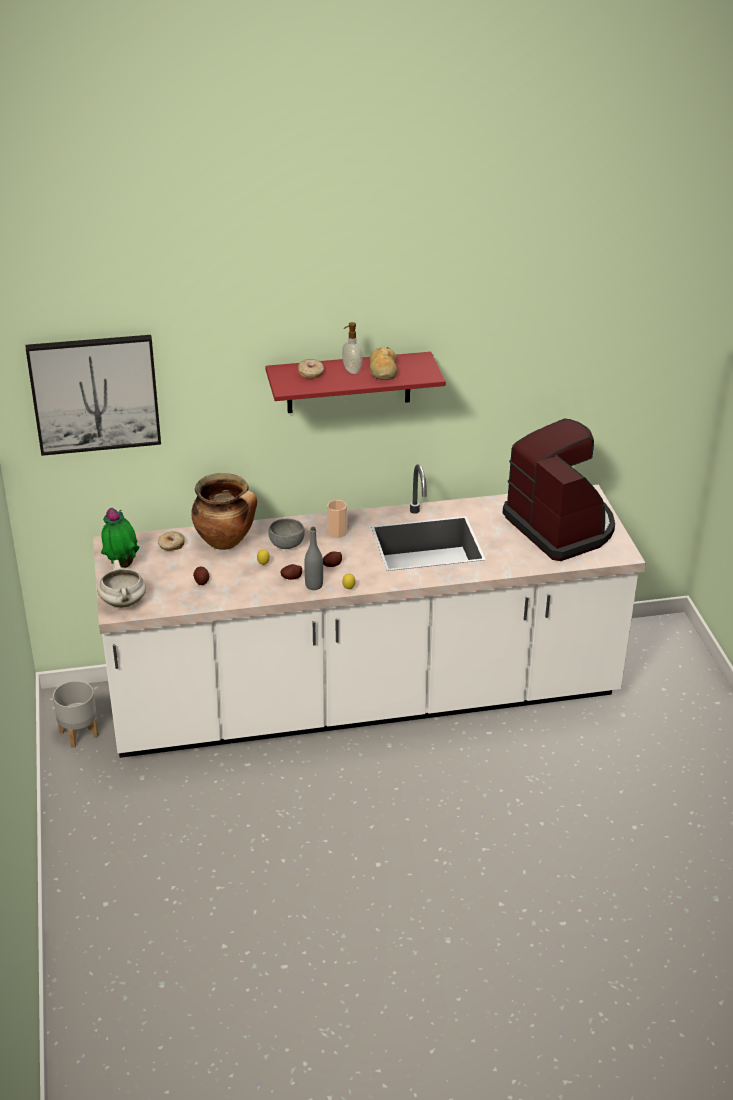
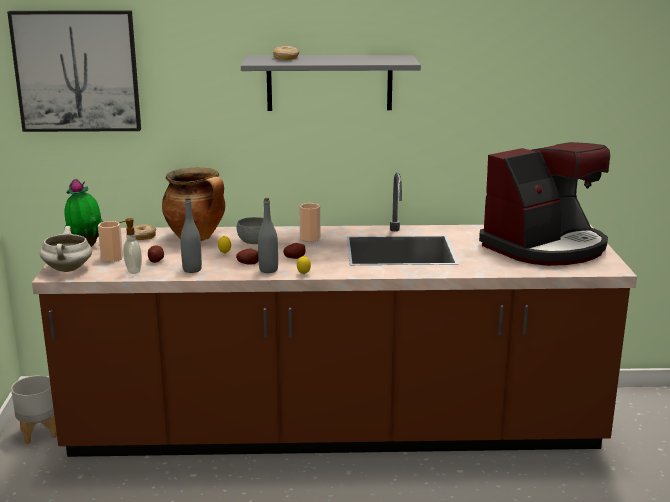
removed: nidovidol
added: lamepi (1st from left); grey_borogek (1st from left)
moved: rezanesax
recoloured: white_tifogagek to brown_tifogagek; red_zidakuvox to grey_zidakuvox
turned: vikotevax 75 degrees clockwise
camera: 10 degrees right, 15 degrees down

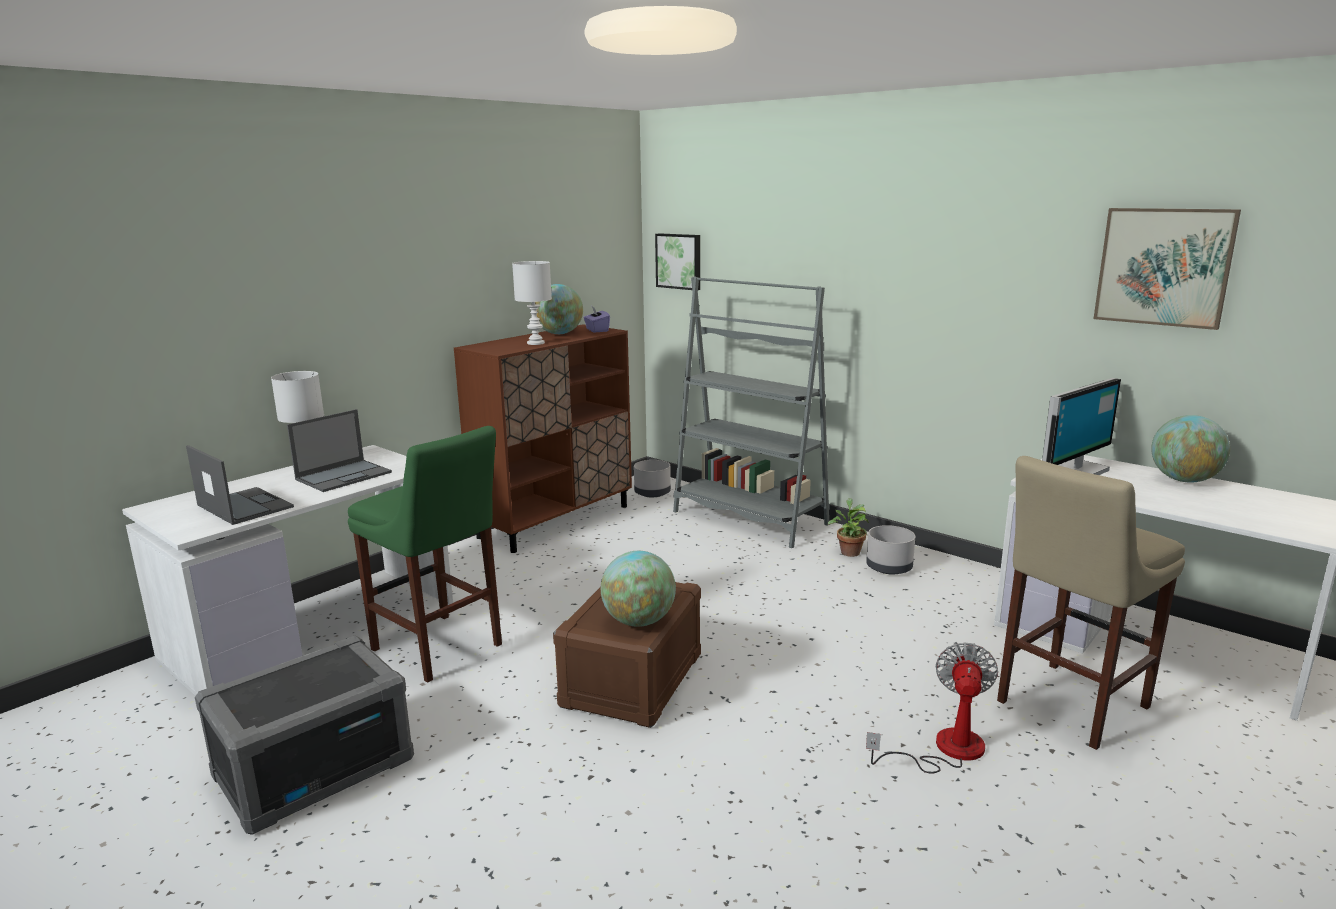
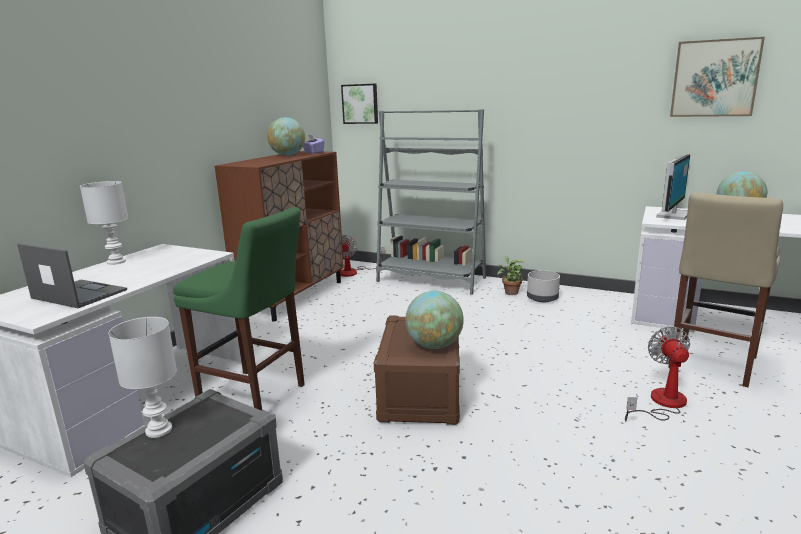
removed: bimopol (2nd from left)
moved: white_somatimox (2nd from left)
replaced: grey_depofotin (1st from left) to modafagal (1st from left)
camera: 15 degrees left, 0 degrees up

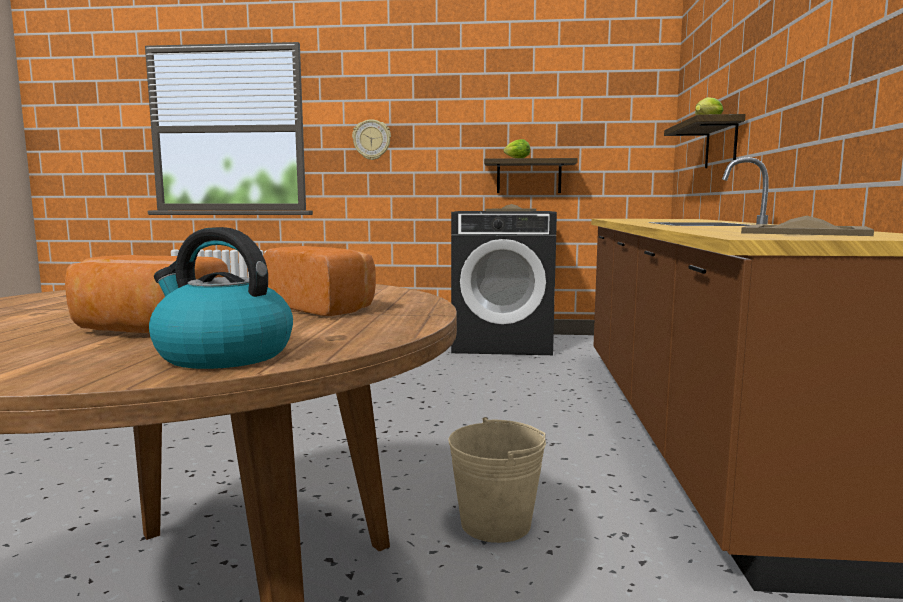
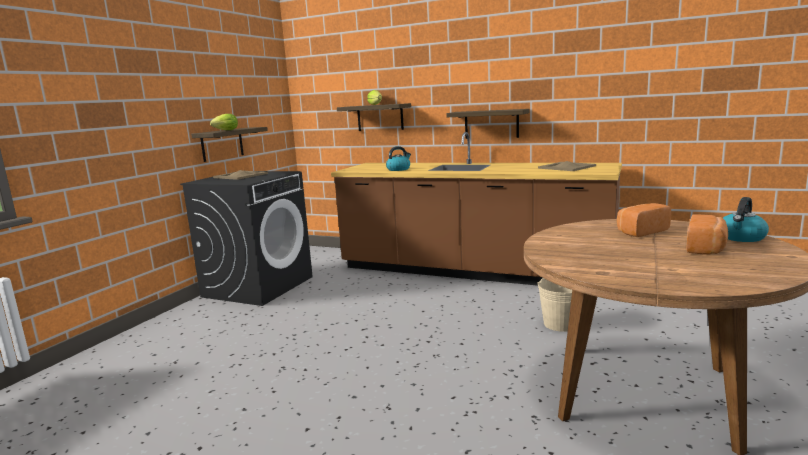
removed: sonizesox
added: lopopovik (1st from left); zidakuvox (3rd from left)
camera: 70 degrees left, 5 degrees up

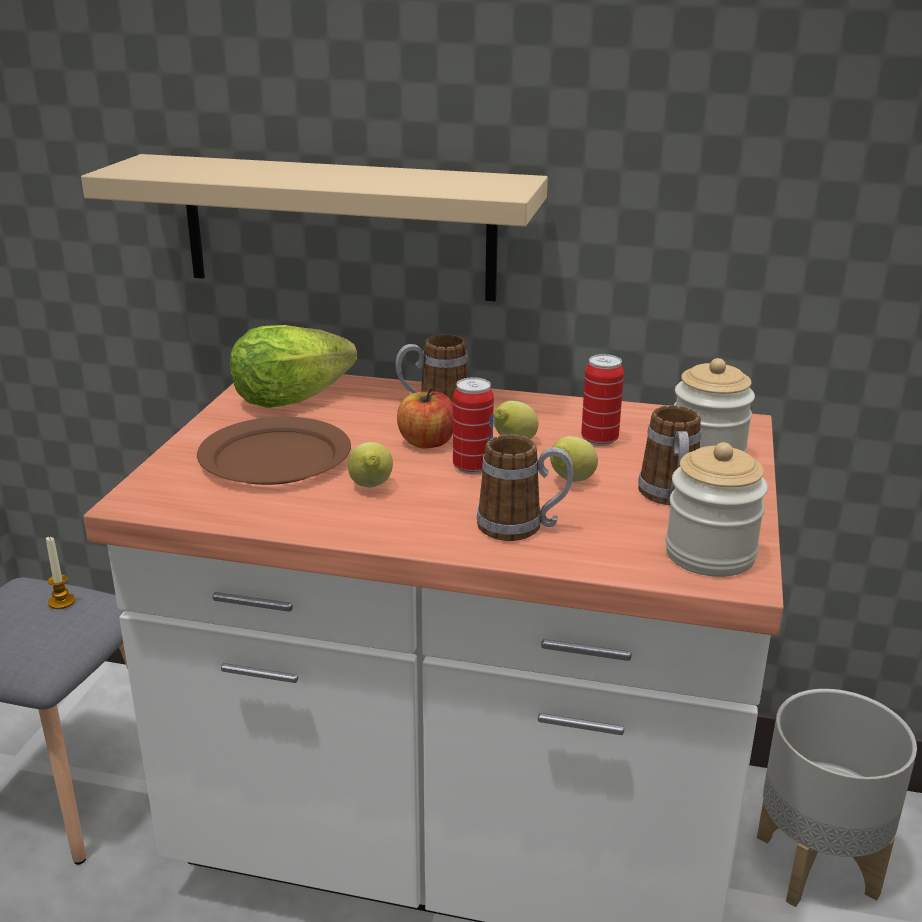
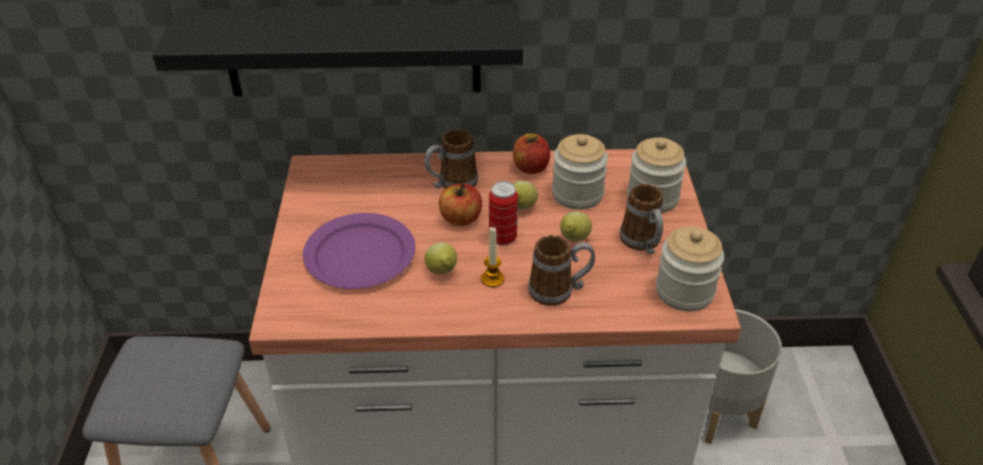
removed: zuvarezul
added: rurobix (2nd from left)
moved: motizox
replaced: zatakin (2nd from left) to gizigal (1st from left)
recoloured: beige_zidakuvox to black_zidakuvox; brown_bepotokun to purple_bepotokun
camera: 15 degrees left, 15 degrees up

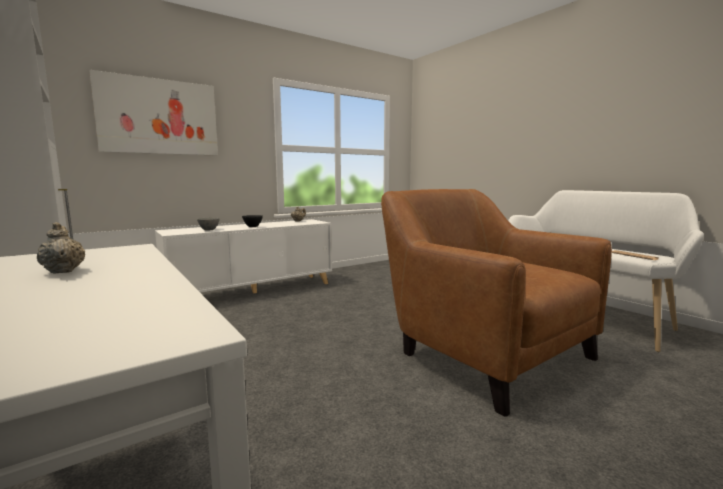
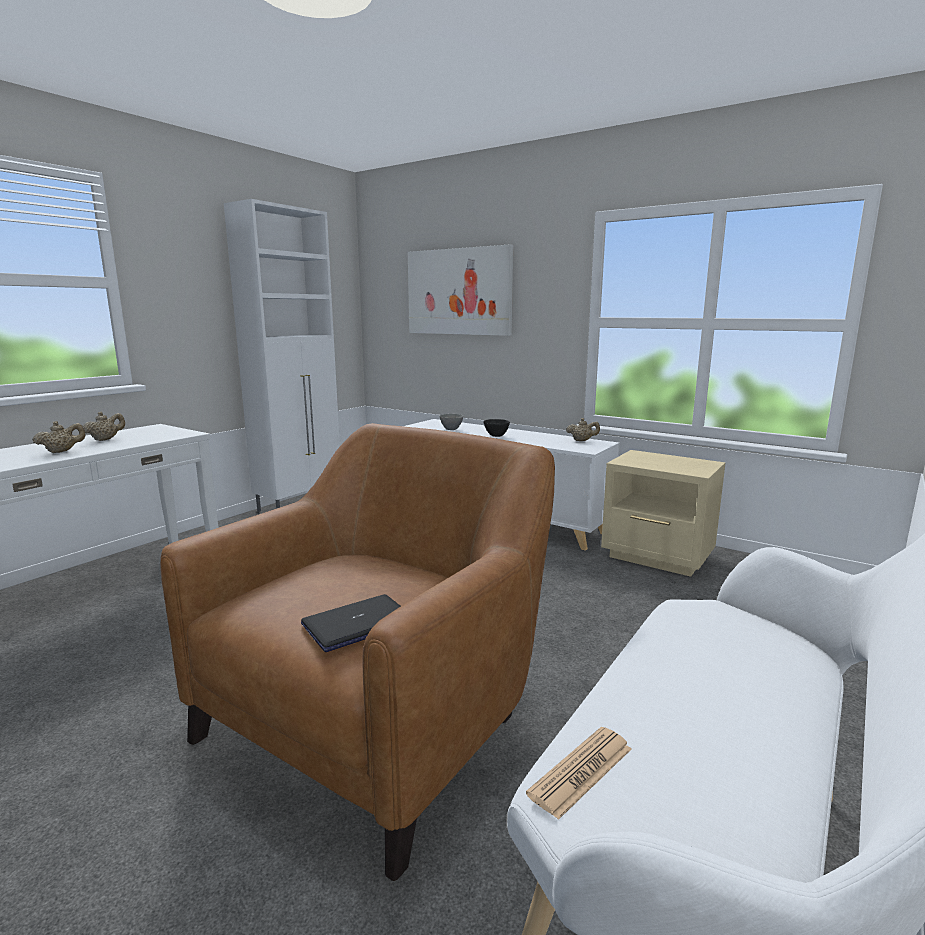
added: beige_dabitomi (1st from left); bimopol; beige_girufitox
camera: 70 degrees right, 5 degrees up

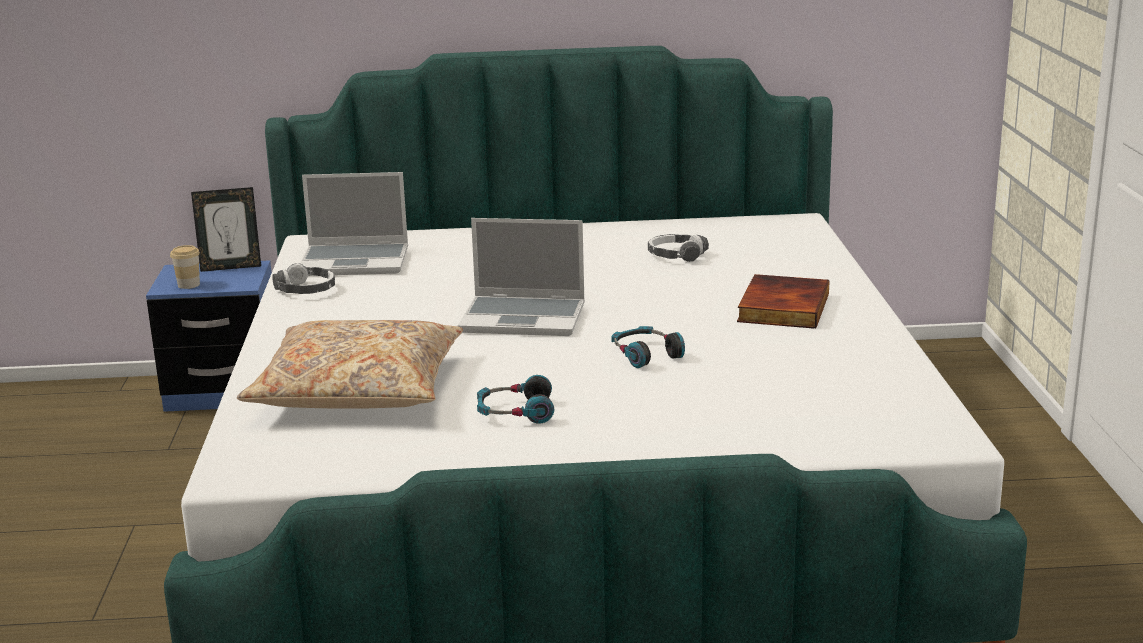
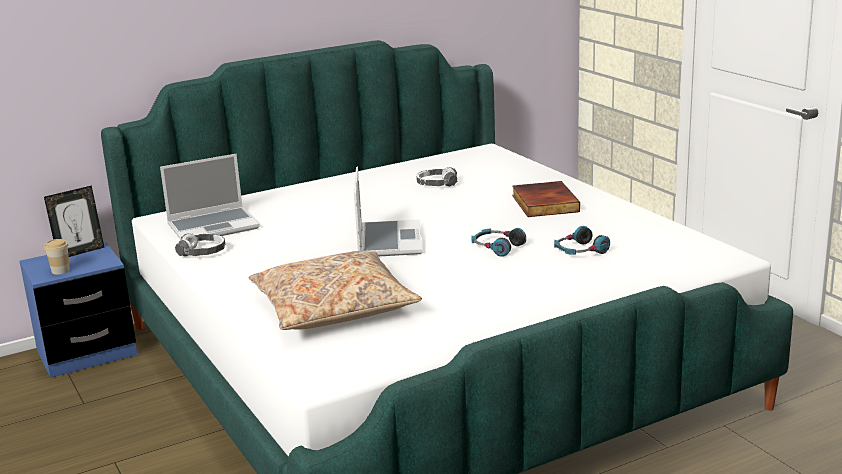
moved: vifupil (2nd from left in the first image) to vifupil (4th from left)
turned: bimopol (2nd from left) 75 degrees counterclockwise
camera: 25 degrees left, 0 degrees up

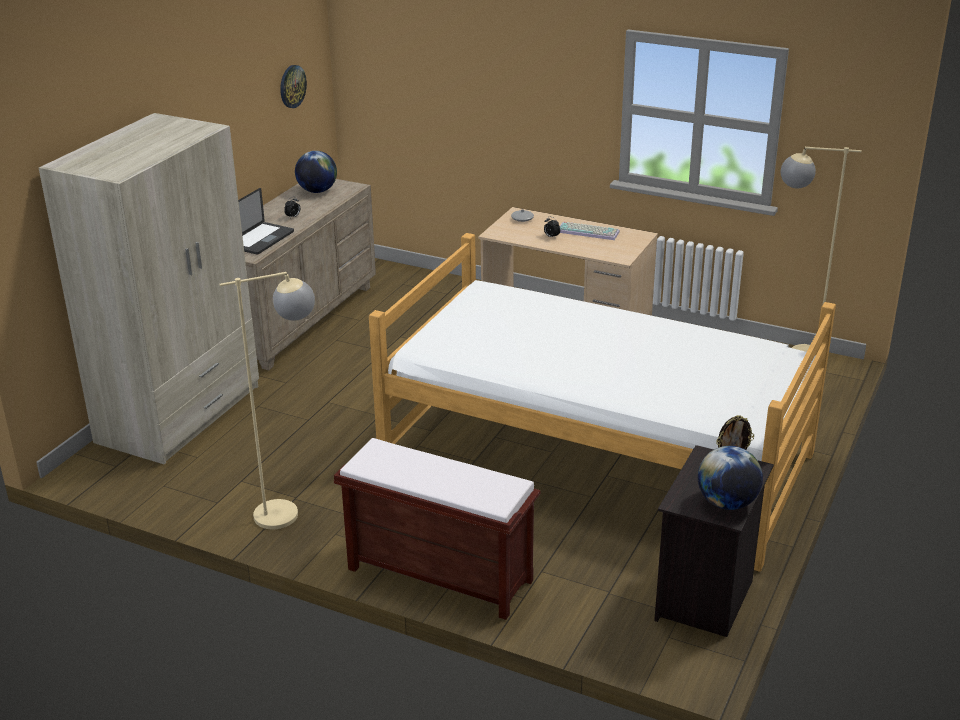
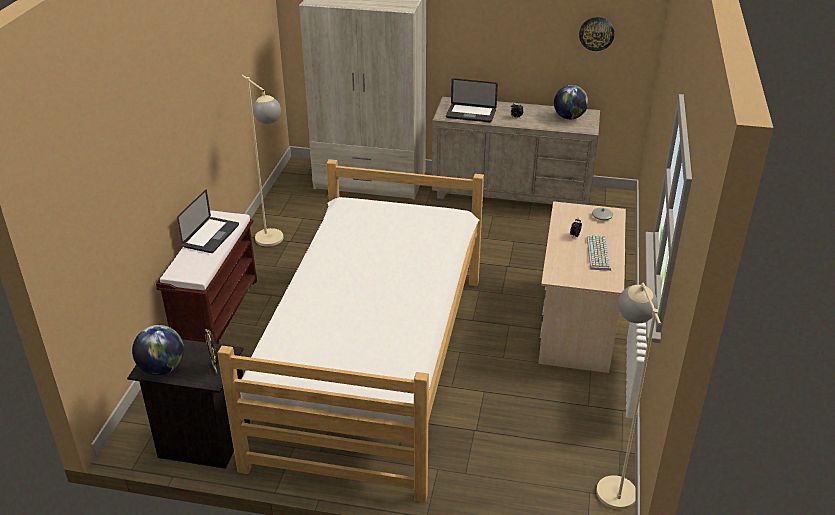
added: bimopol (1st from left)
camera: 75 degrees right, 5 degrees up

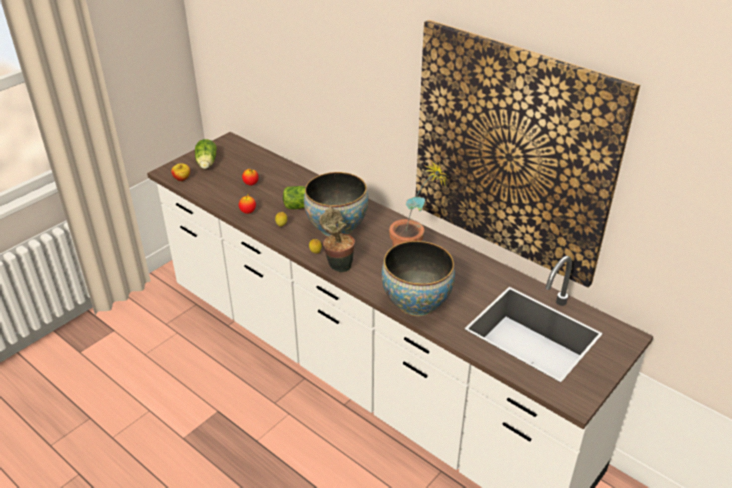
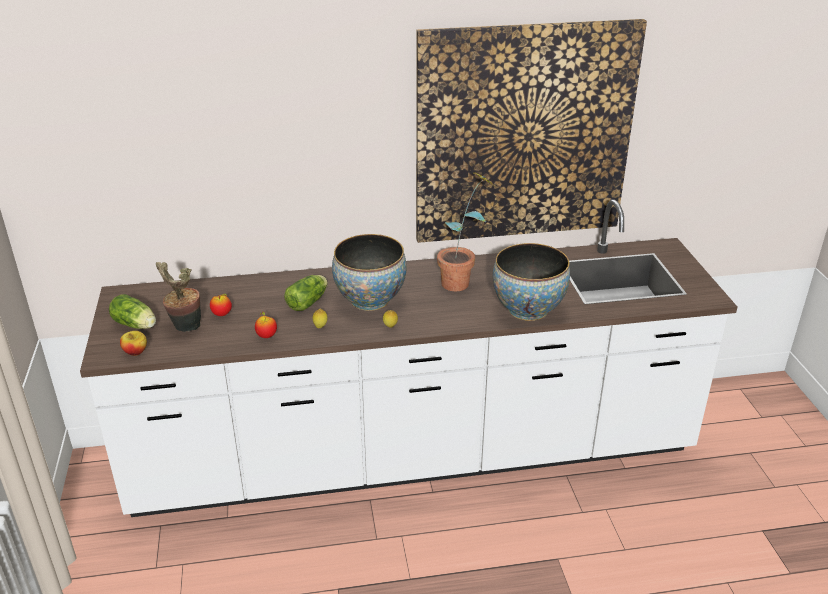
moved: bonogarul (1st from left)
camera: 50 degrees left, 5 degrees down

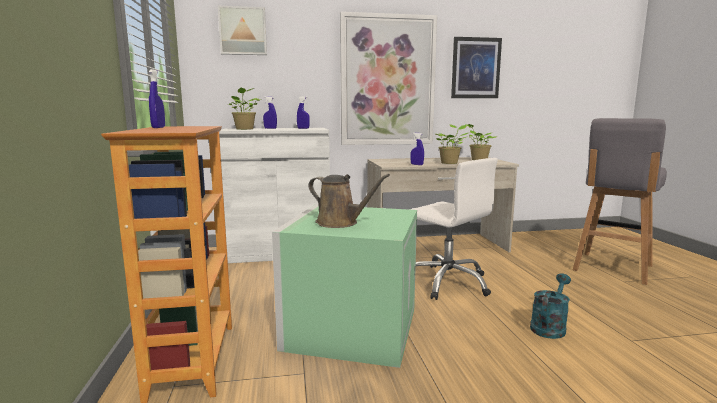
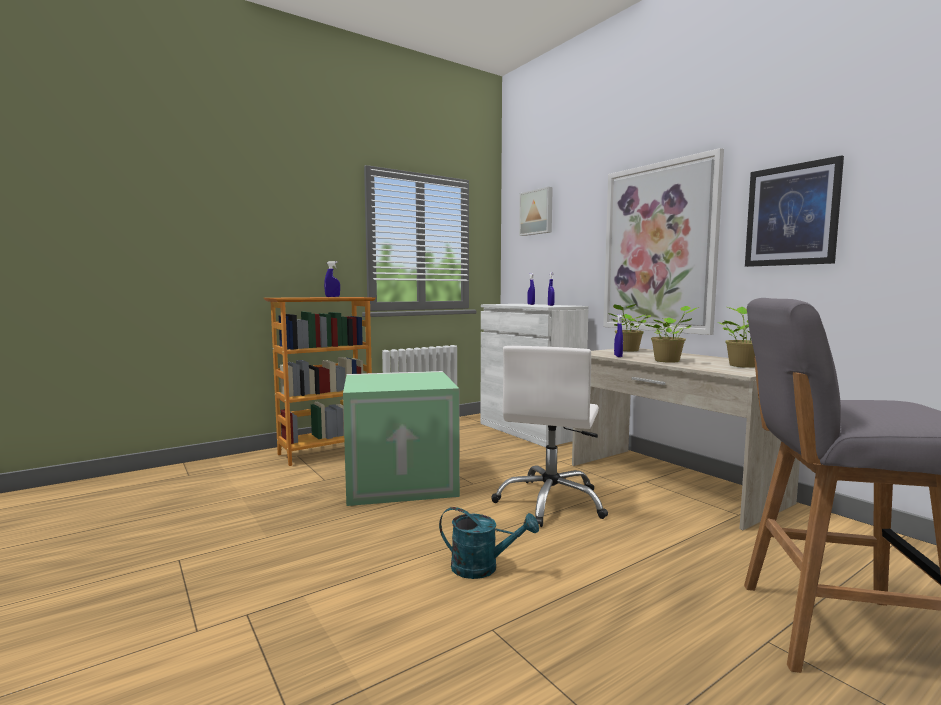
removed: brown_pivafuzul
moved: bonogarul (1st from left)
camera: 65 degrees right, 5 degrees down

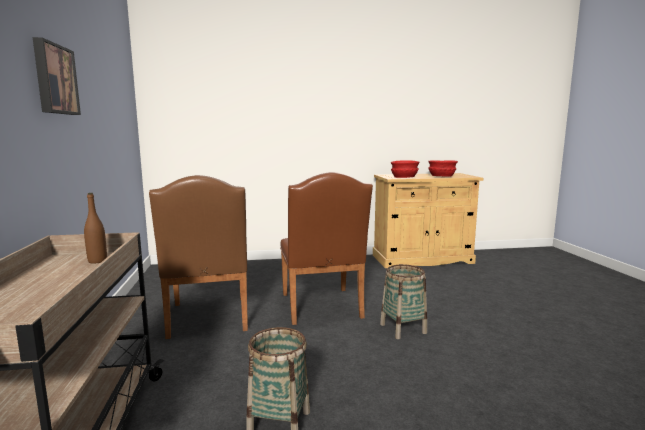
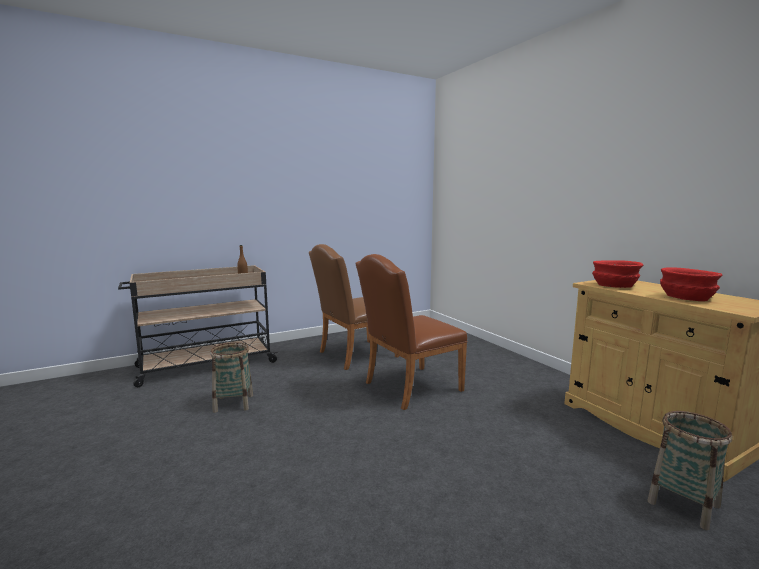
removed: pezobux
moved: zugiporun (2nd from left)
camera: 70 degrees right, 0 degrees up

